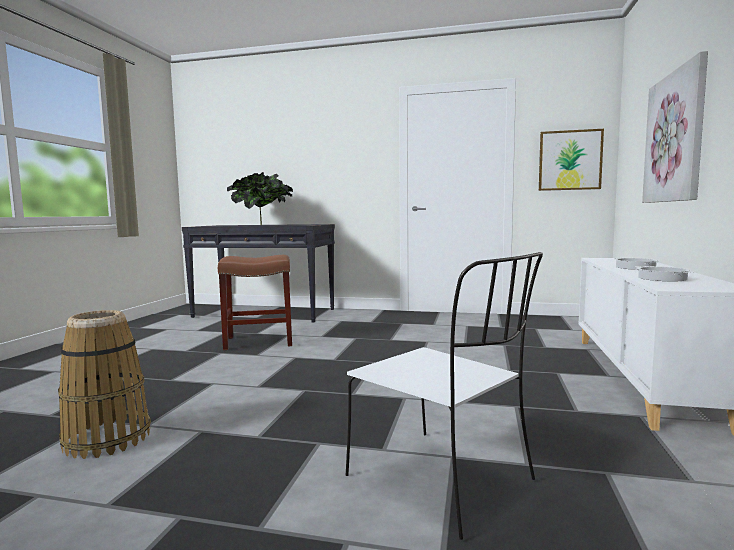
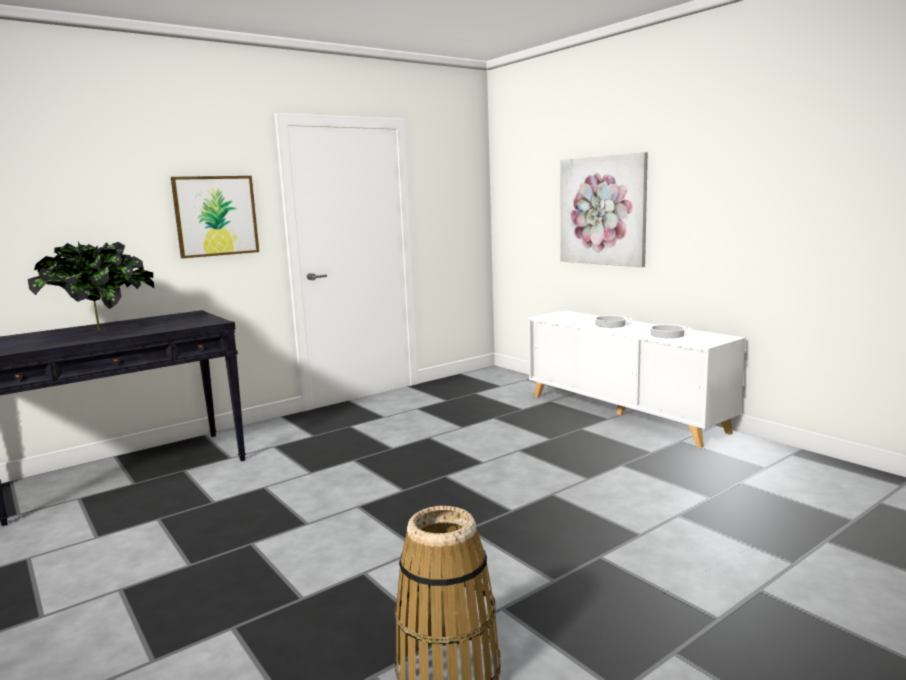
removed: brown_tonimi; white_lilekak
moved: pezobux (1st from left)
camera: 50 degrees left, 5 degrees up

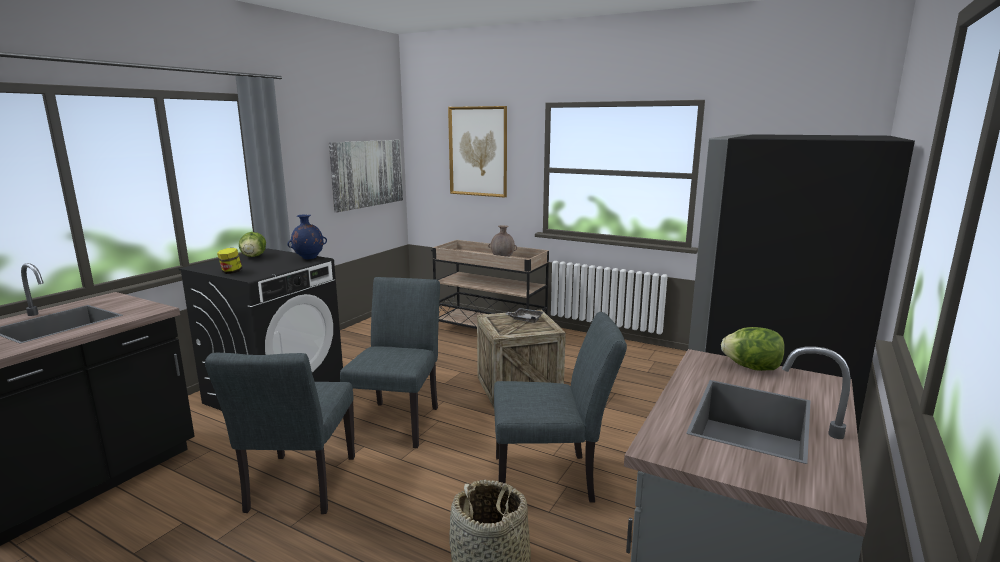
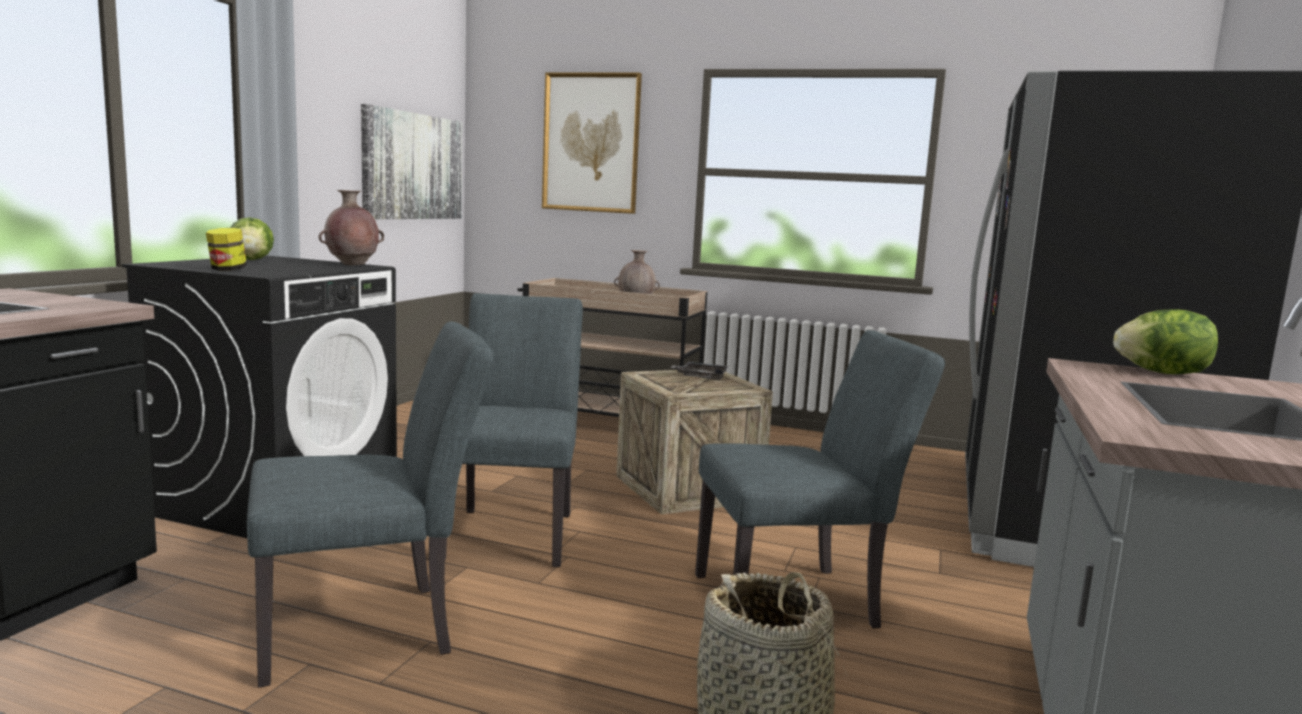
recoloured: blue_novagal to brown_novagal (1st from left)
turned: grey_lilekak (1st from left) 105 degrees counterclockwise
camera: 10 degrees left, 5 degrees down

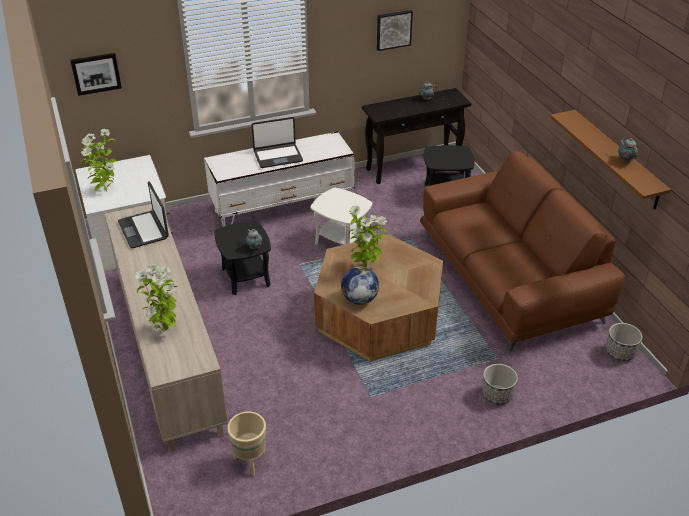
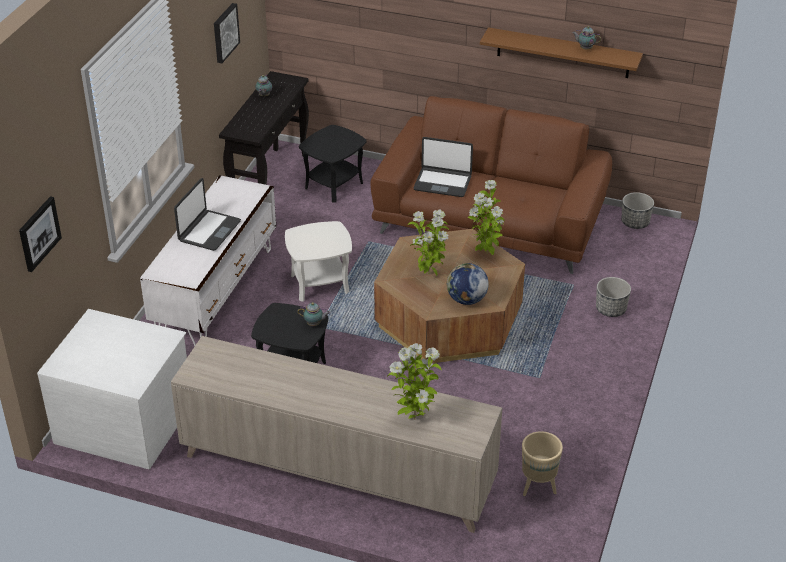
moved: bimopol (1st from left in the first image) to bimopol (2nd from left); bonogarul (1st from left in the first image) to bonogarul (3rd from left)
camera: 50 degrees left, 0 degrees up

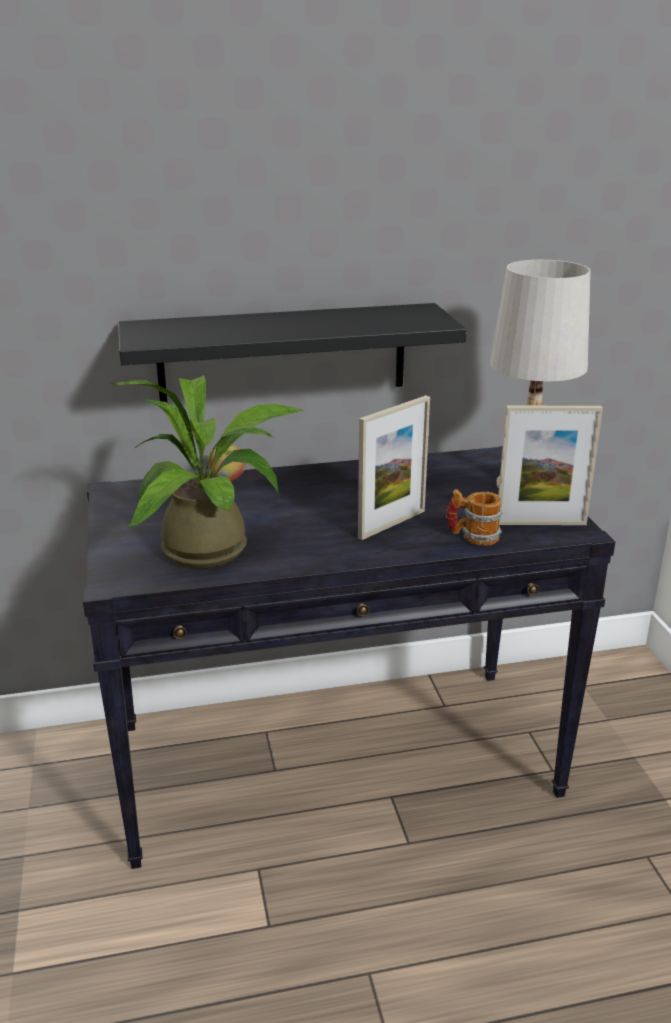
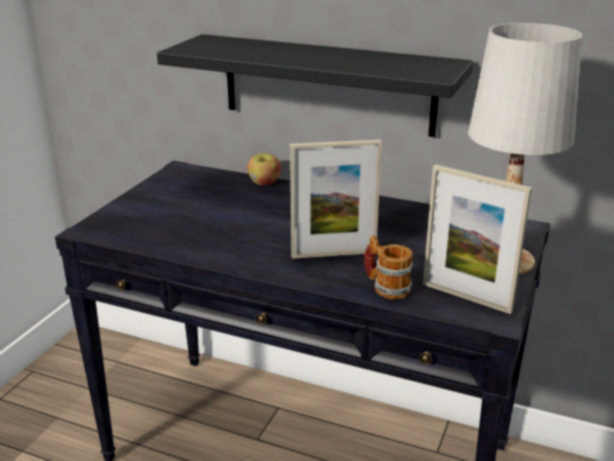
removed: bonogarul
camera: 35 degrees right, 0 degrees up

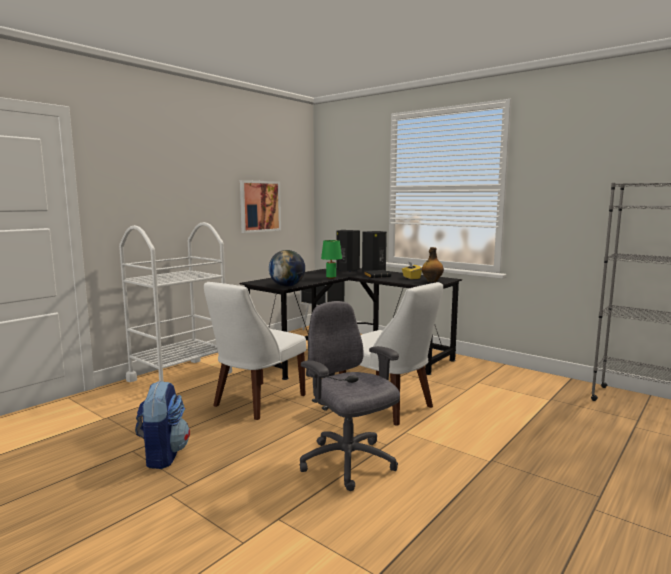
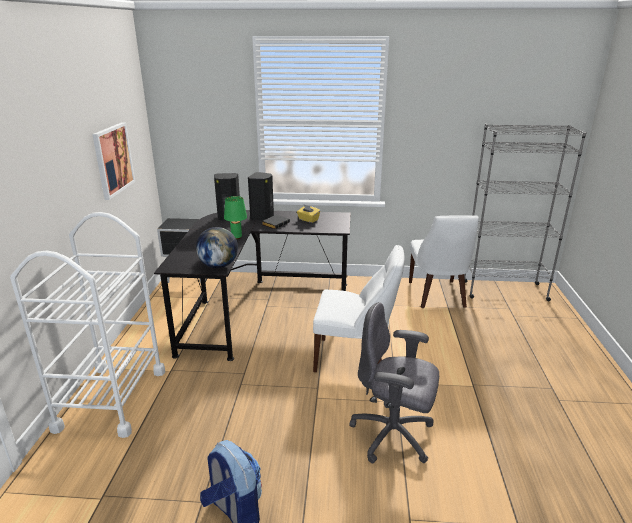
removed: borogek
moved: white_lilekak (1st from left in the first image) to white_lilekak (2nd from left)
camera: 35 degrees left, 15 degrees up

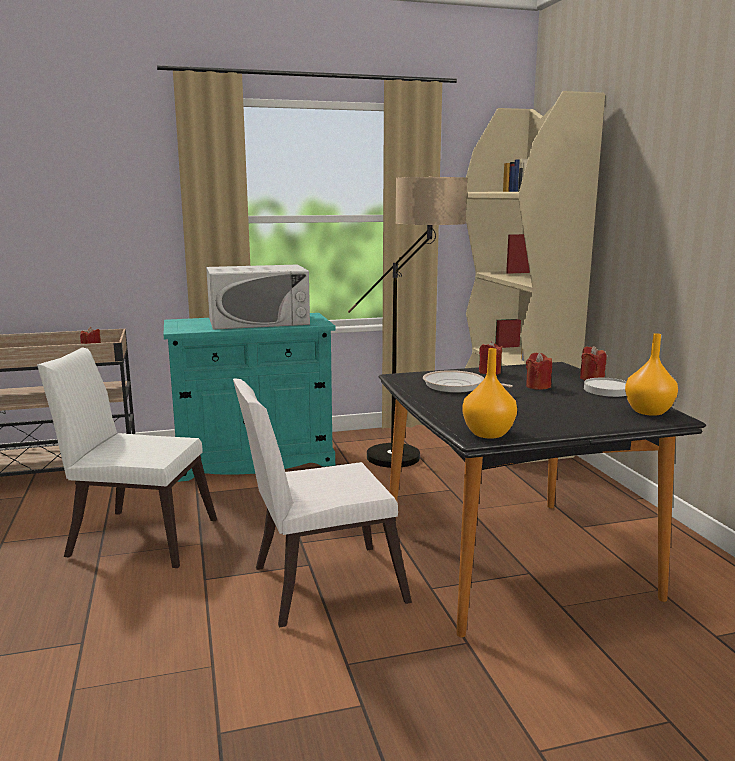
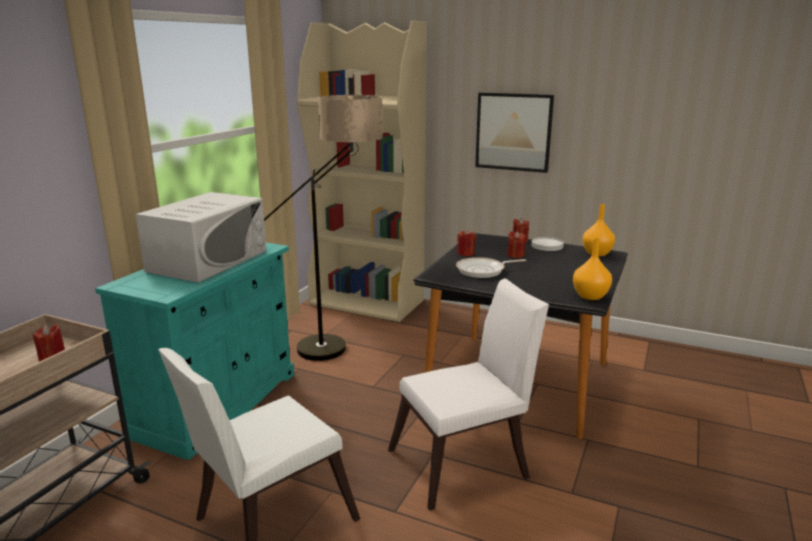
added: pezobux
turned: white_lilekak (2nd from left) 135 degrees counterclockwise
camera: 50 degrees left, 5 degrees up

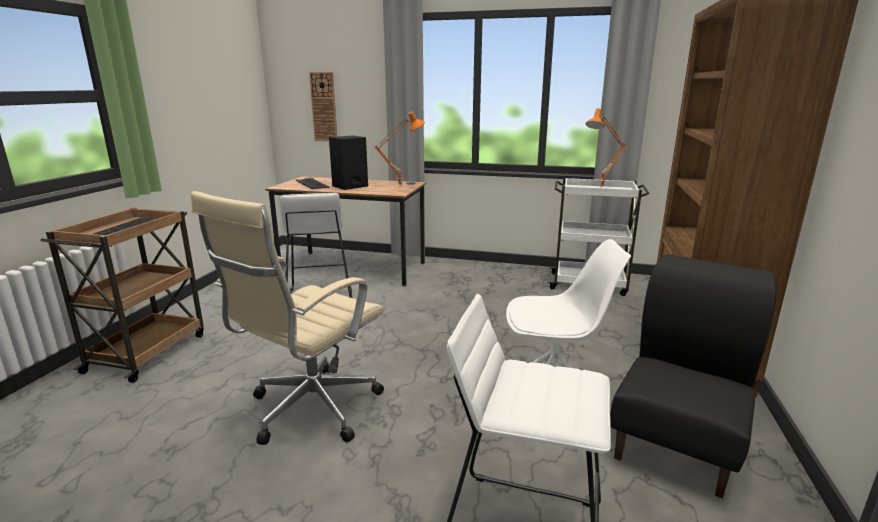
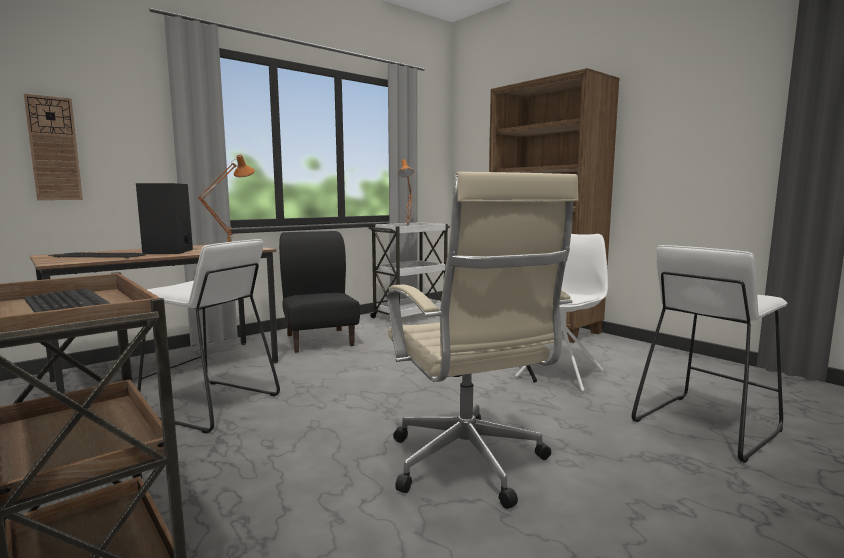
moved: black_lilekak
camera: 55 degrees left, 10 degrees down

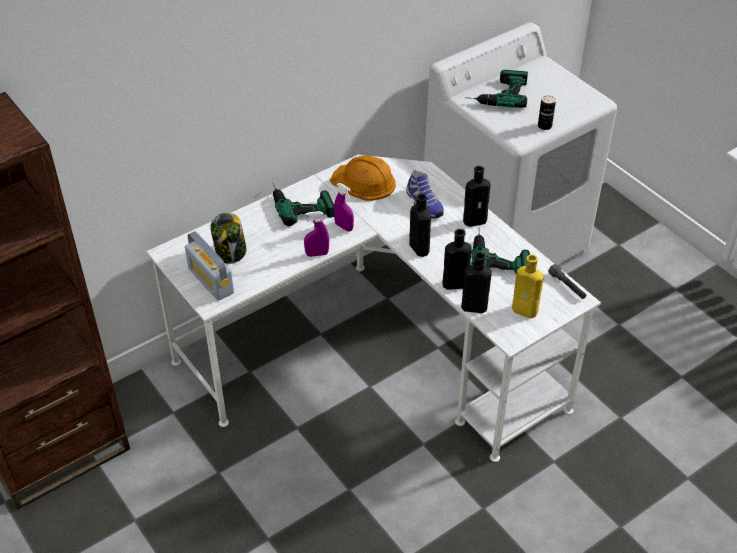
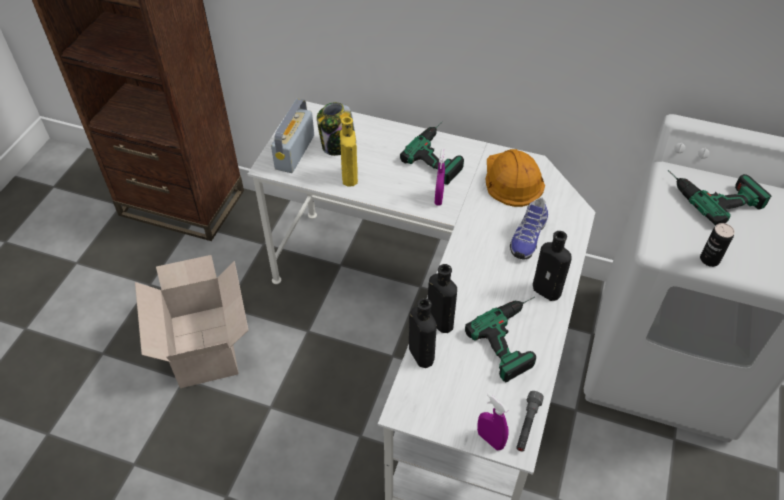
removed: black_borogek (1st from left)
added: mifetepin
moved: yellow_borogek; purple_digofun (1st from left in the first image) to purple_digofun (2nd from left)
camera: 55 degrees right, 5 degrees up

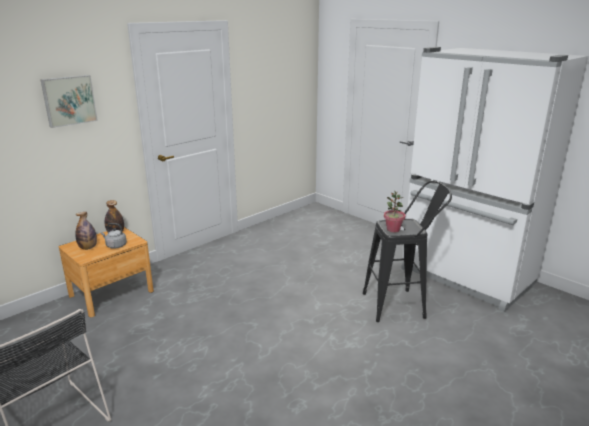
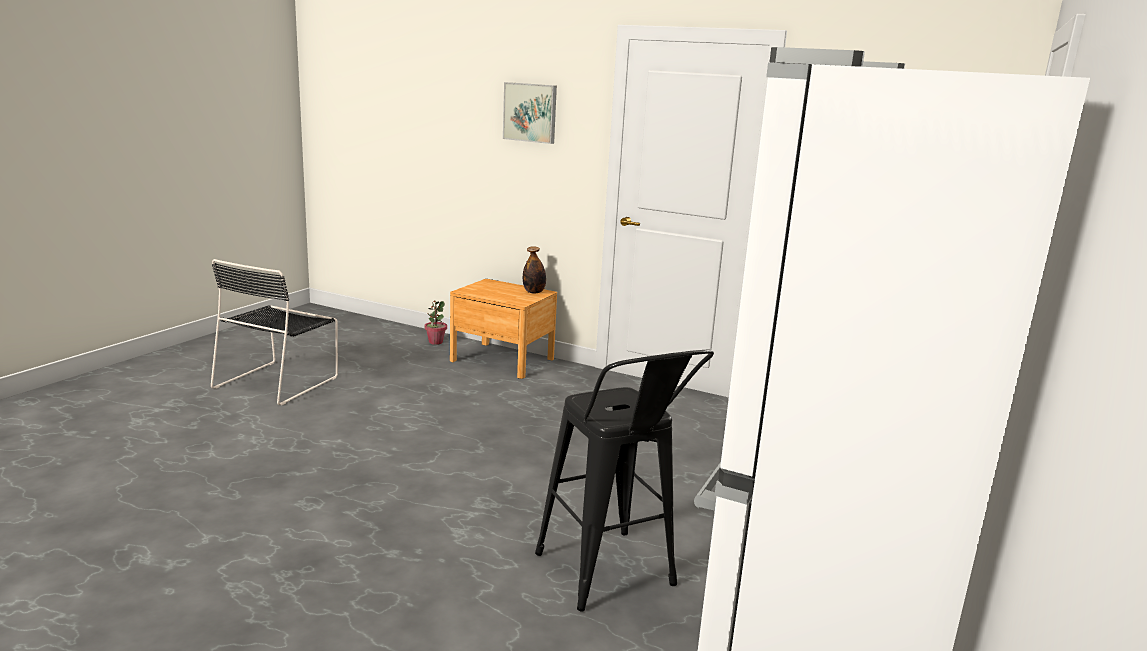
removed: borogek (1st from left); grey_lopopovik
moved: bonogarul
camera: 70 degrees right, 5 degrees down

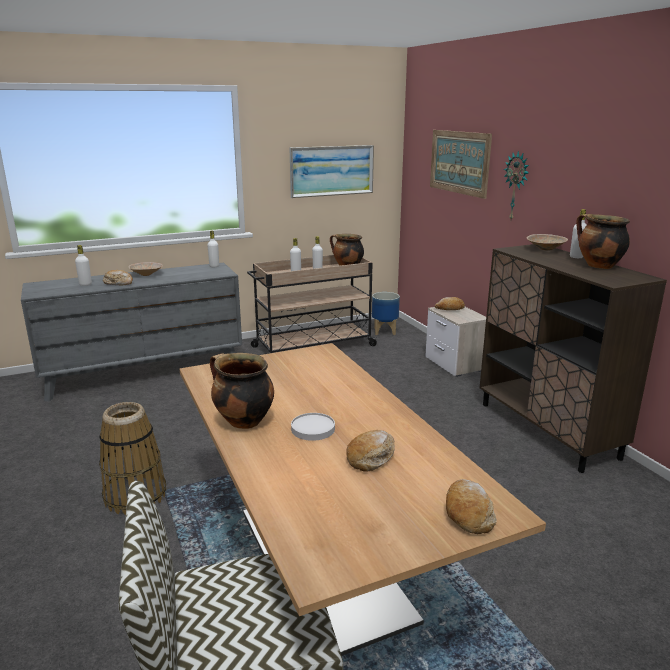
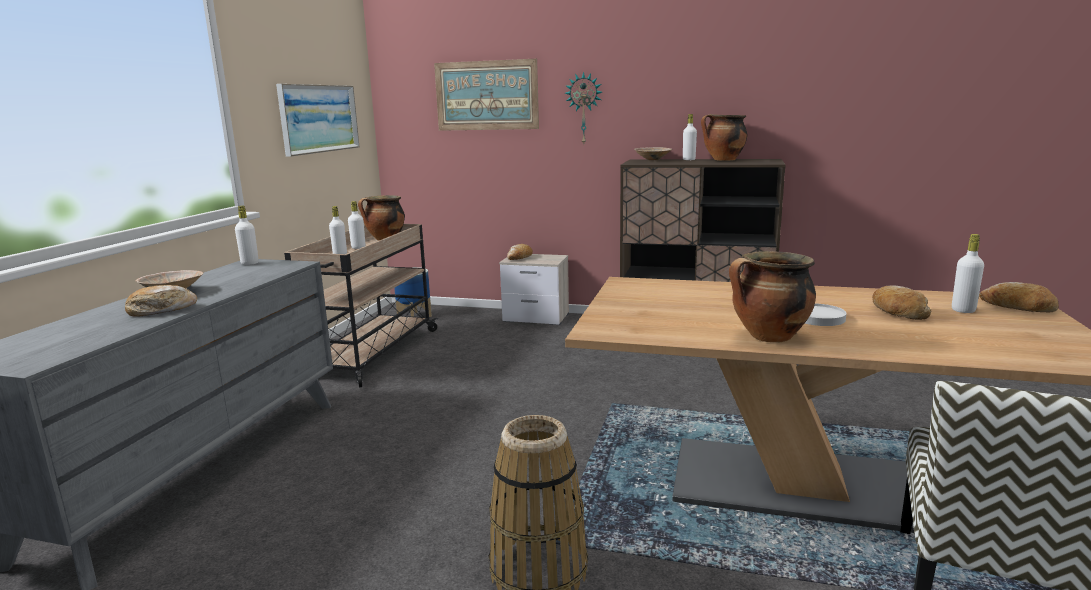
moved: white_borogek (1st from left in the first image) to white_borogek (5th from left)
camera: 50 degrees left, 5 degrees down

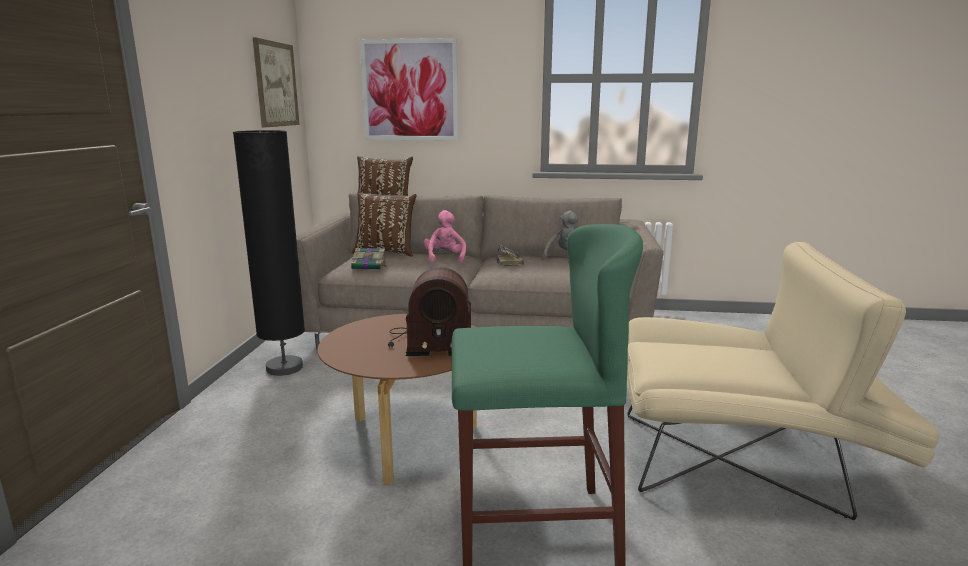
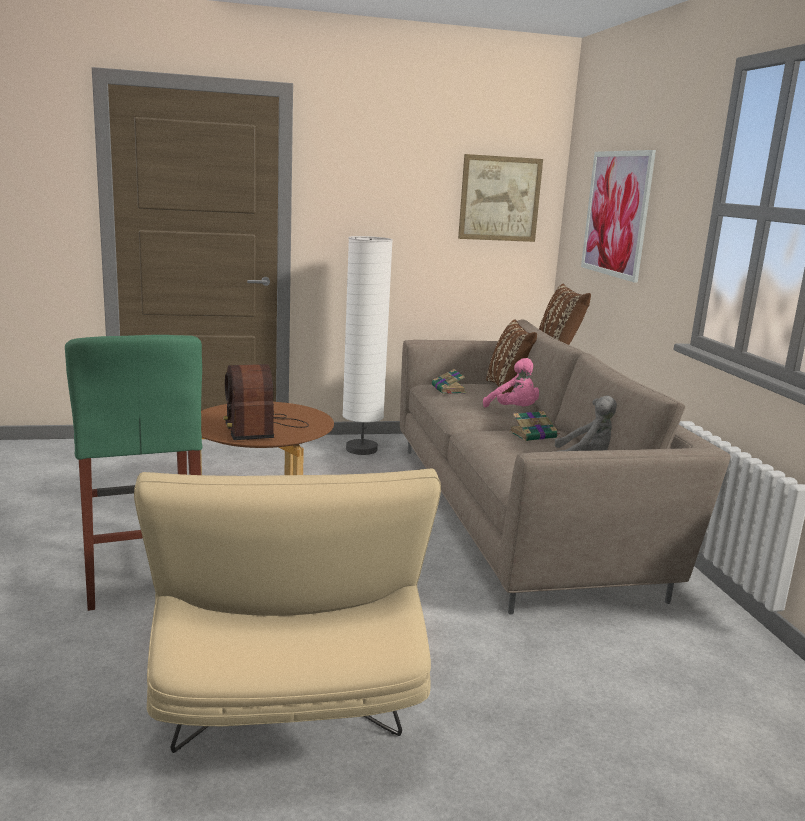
recoloured: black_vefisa to white_vefisa
turned: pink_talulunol 75 degrees clockwise
camera: 70 degrees right, 0 degrees up

